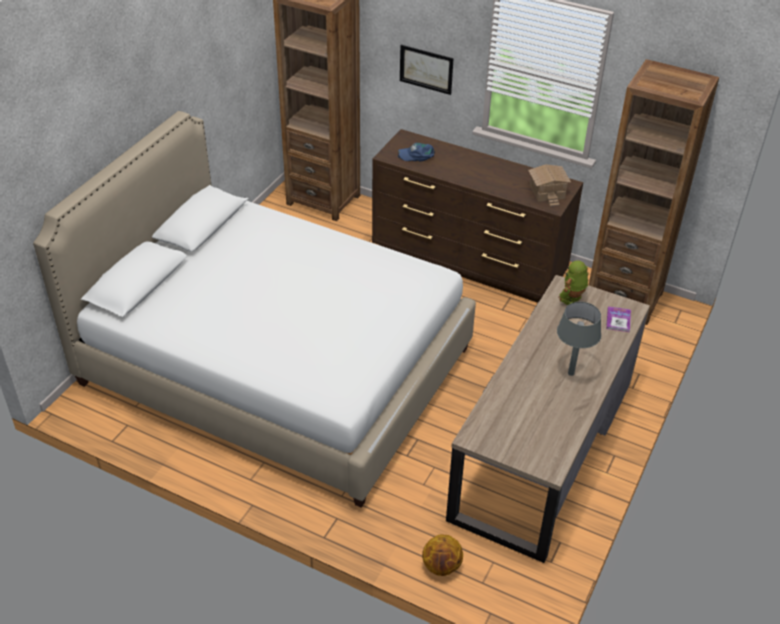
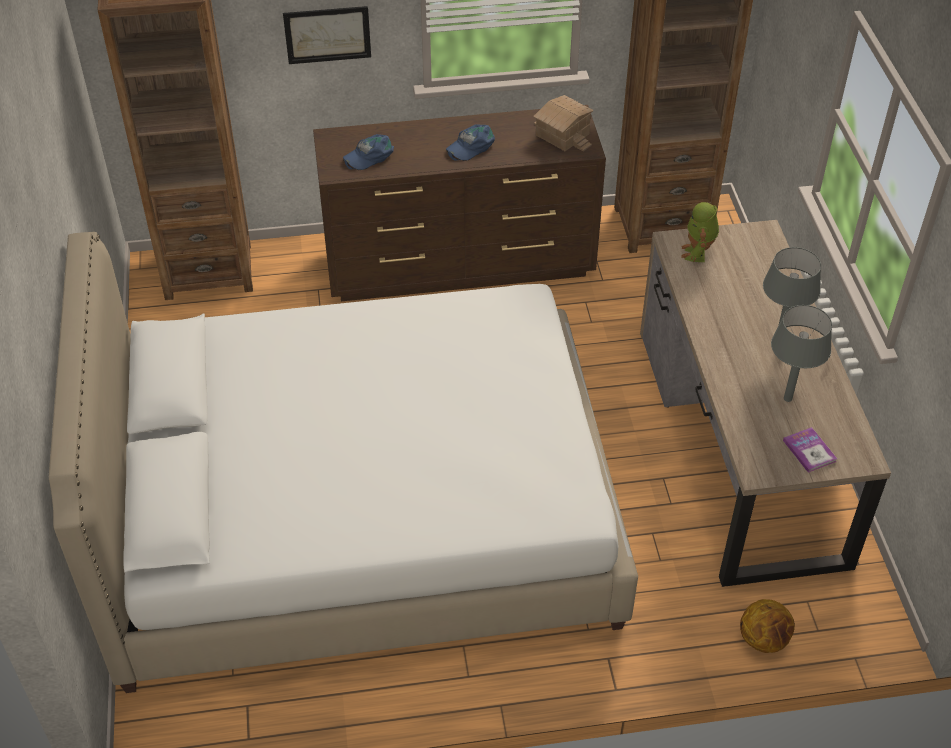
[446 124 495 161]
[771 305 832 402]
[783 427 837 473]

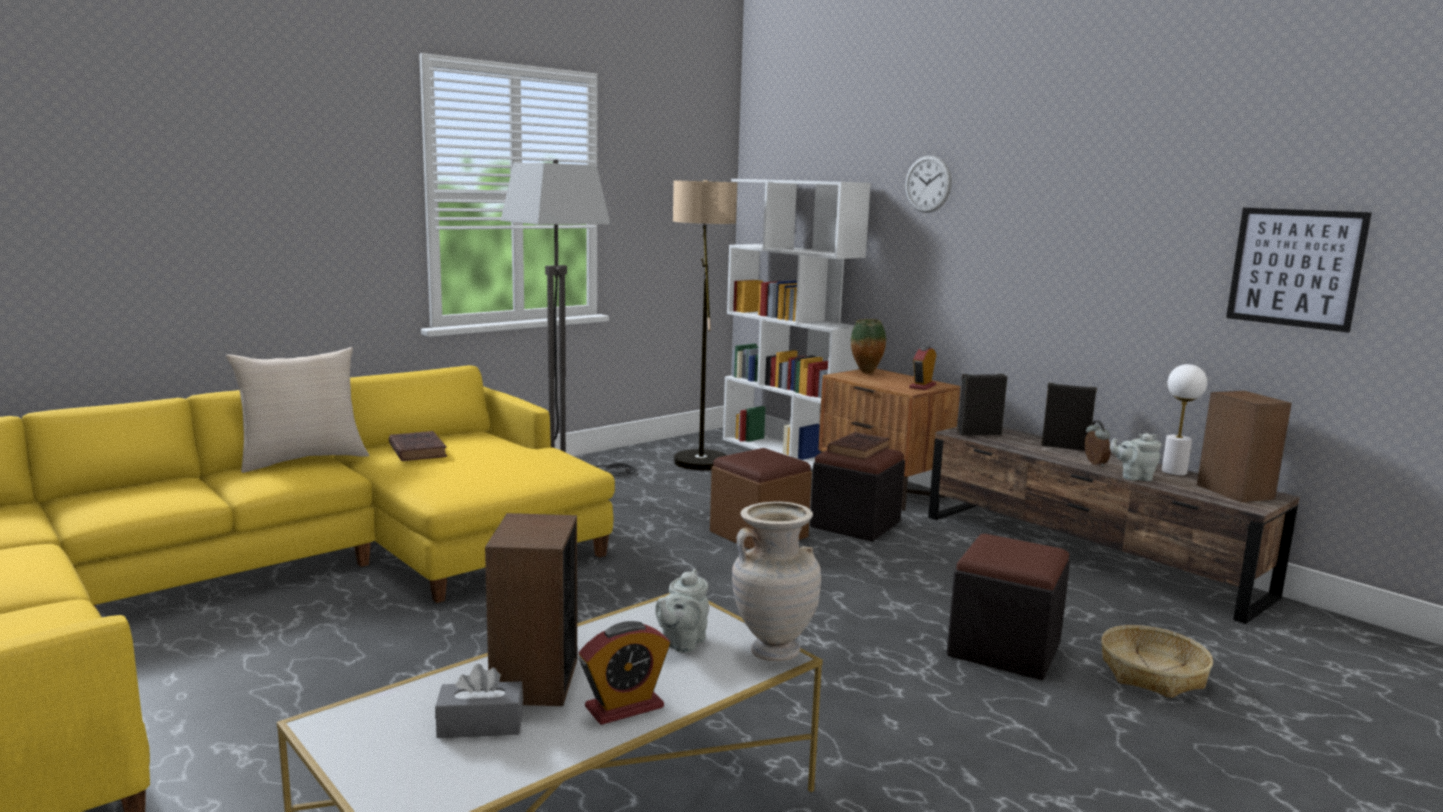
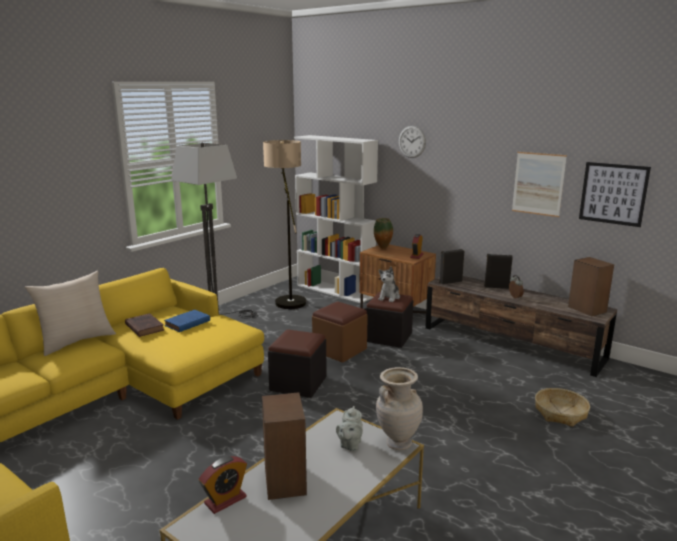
[164 310 210 332]
[199 456 247 514]
[268 330 327 398]
[379 267 400 302]
[512 152 567 217]
[435 664 523 738] (first image)
[1110 433 1162 481] (first image)
[1162 364 1207 476] (first image)

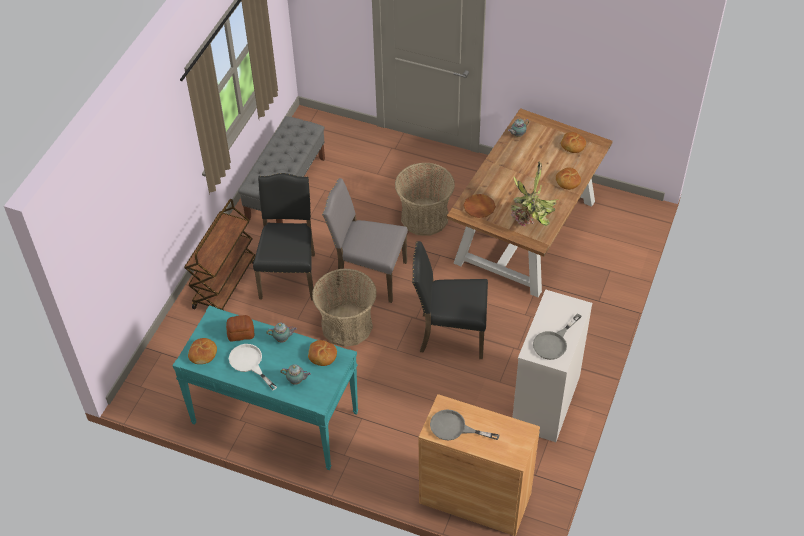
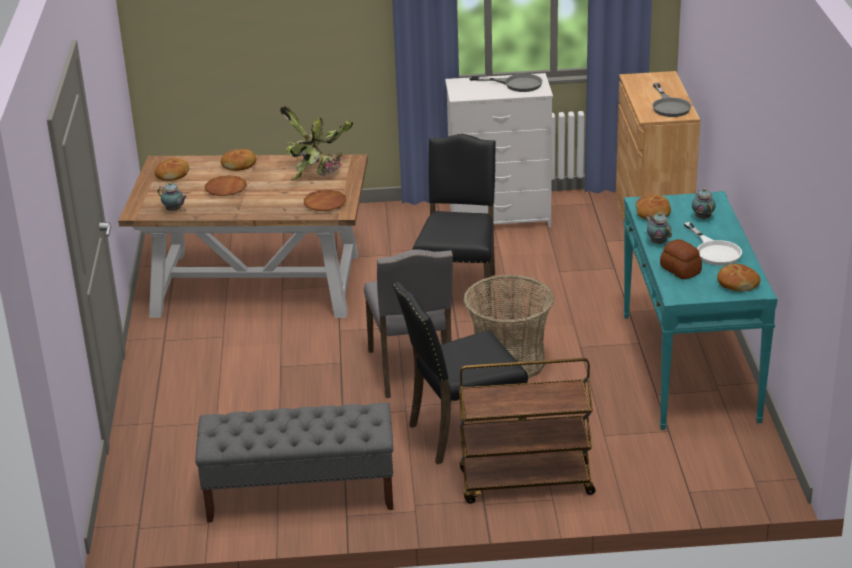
[205 175 247 196]
[412 134 496 316]
[684 222 742 266]
[395 163 455 236] (first image)

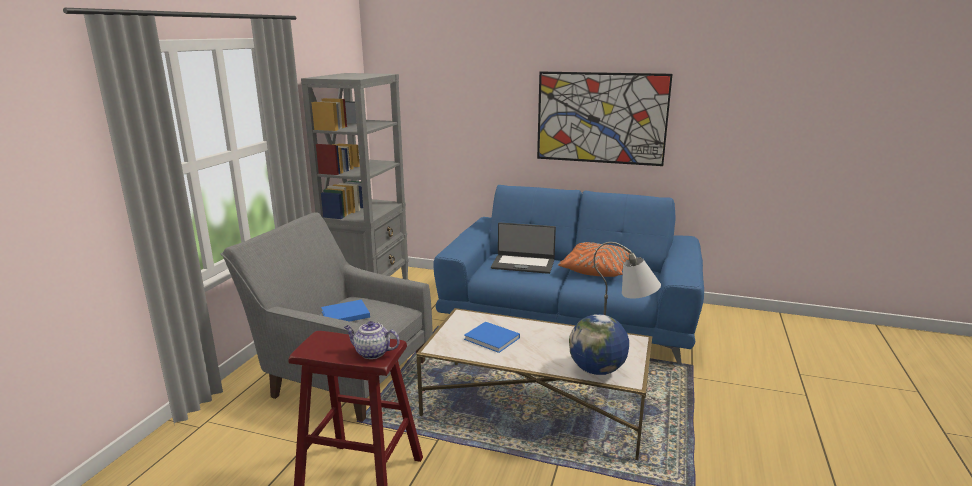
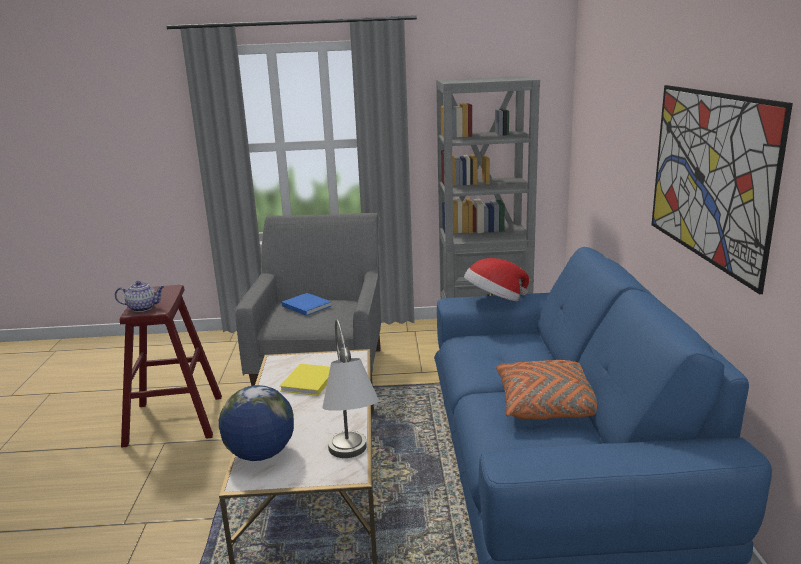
[115 281 164 312]
[279 364 330 396]
[464 258 529 301]
[491 222 556 274] (first image)

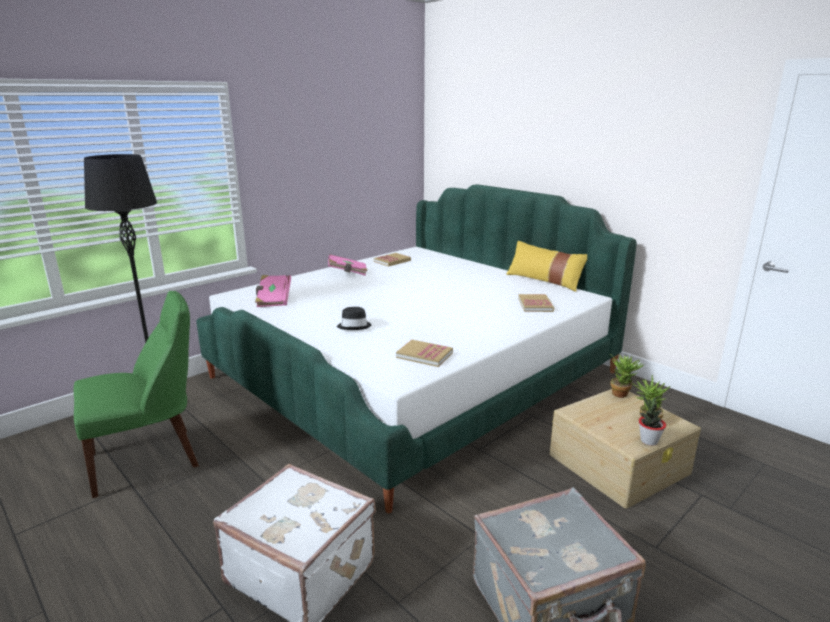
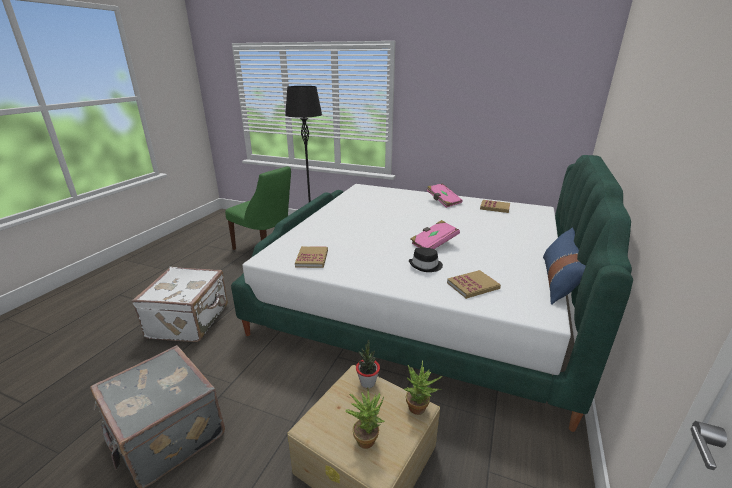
[356 339 380 388]
[409 248 443 272]
[410 220 460 249]
[543 227 586 305]

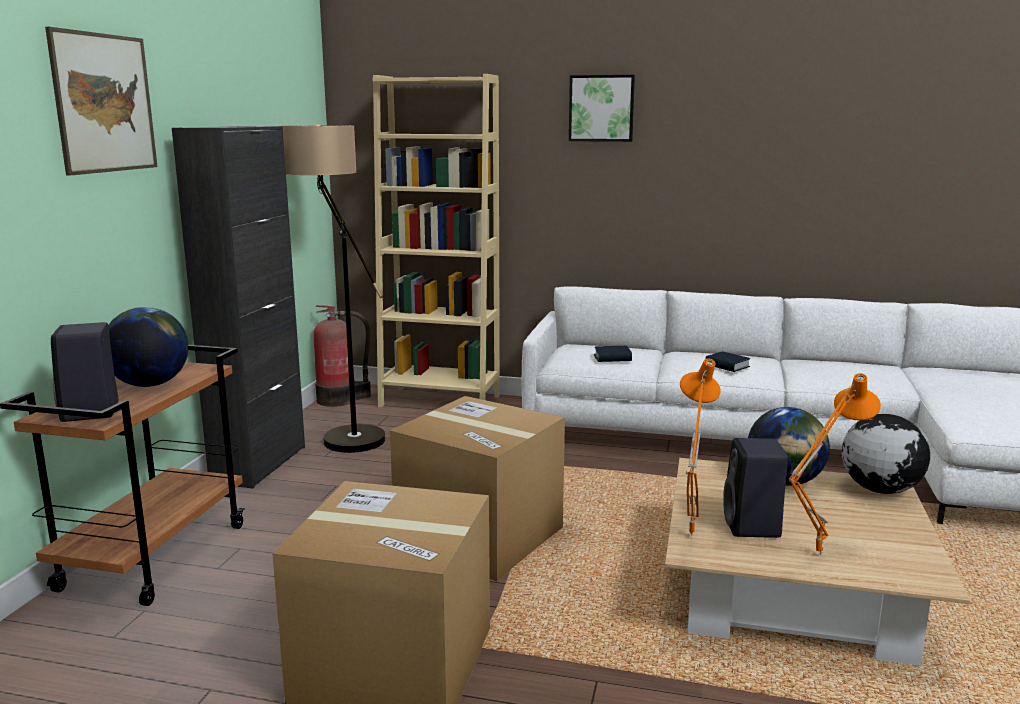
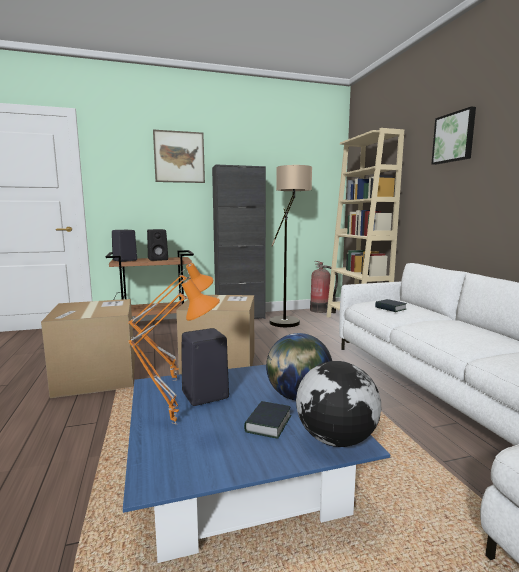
[123 365 390 563]
[147 229 168 261]
[244 401 291 439]

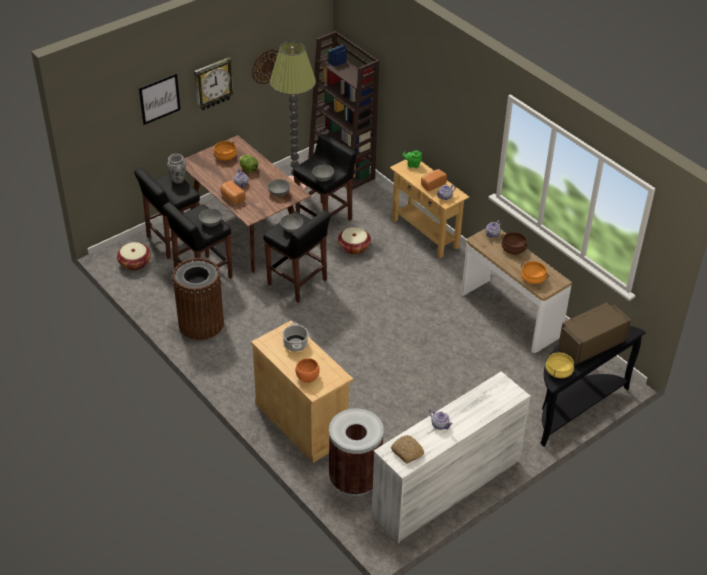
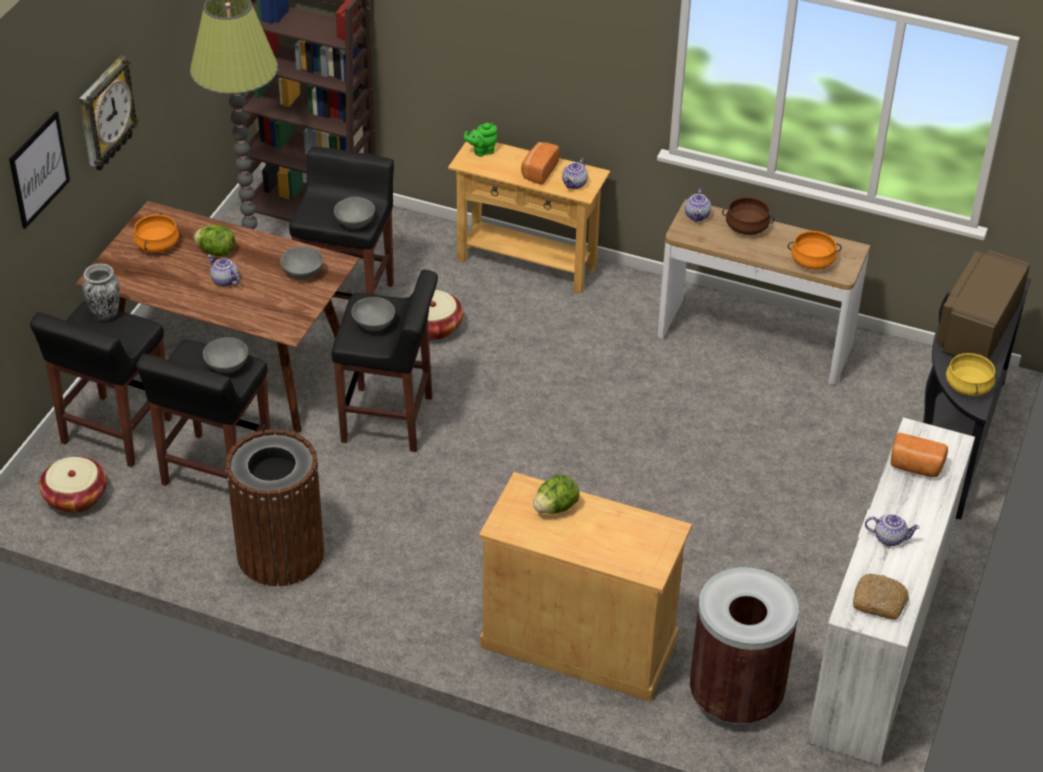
[533 475 580 514]
[891 433 948 477]
[252 49 279 84] (first image)
[295 358 320 383] (first image)

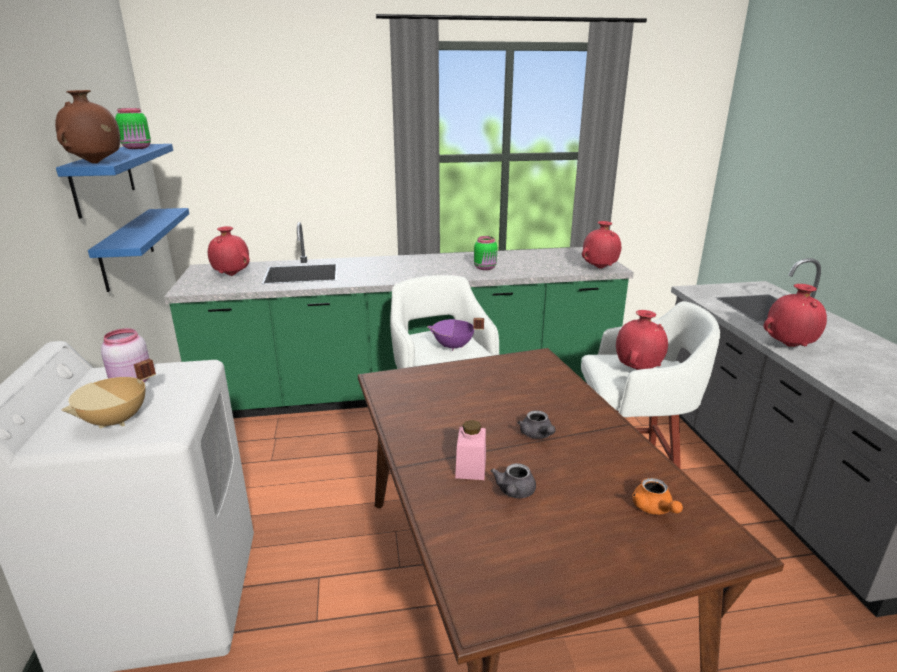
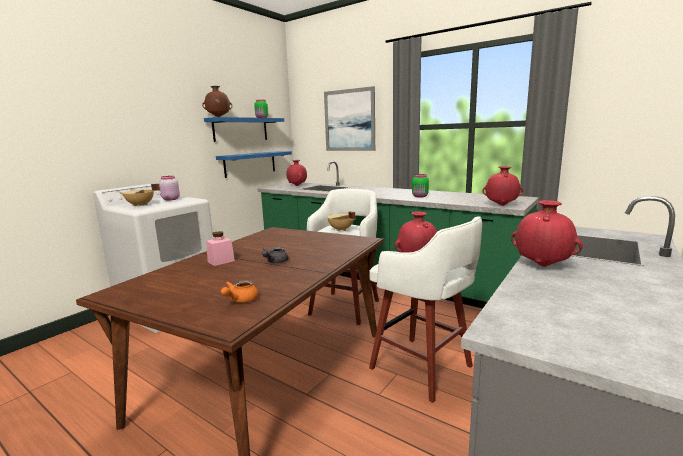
[324 86 375 151]
[327 211 355 231]
[491 463 536 498] (first image)

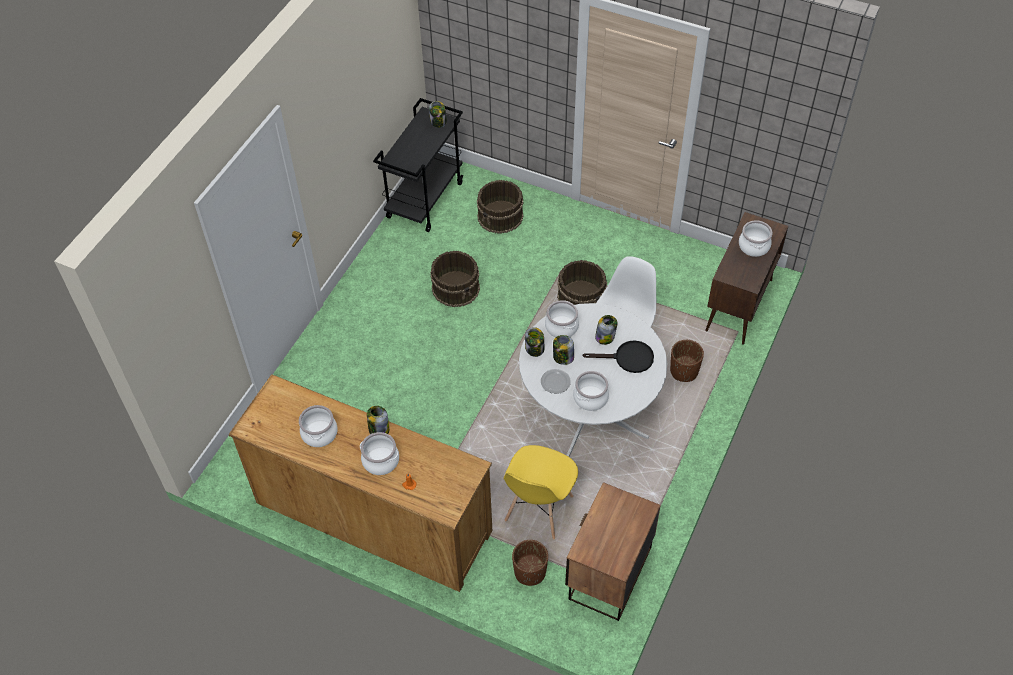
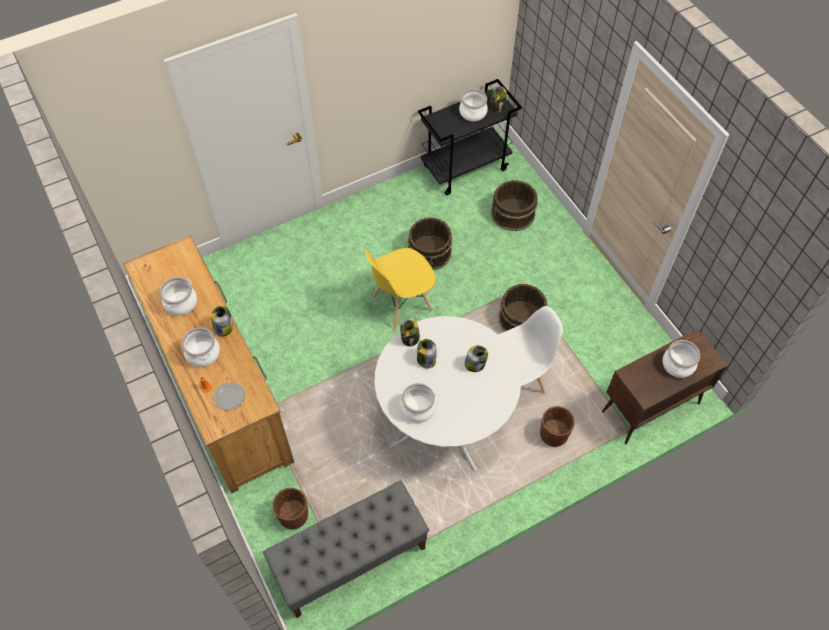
[214 382 245 410]
[263 480 429 618]
[365 248 435 331]
[459 89 488 121]
[583 340 654 373] (first image)

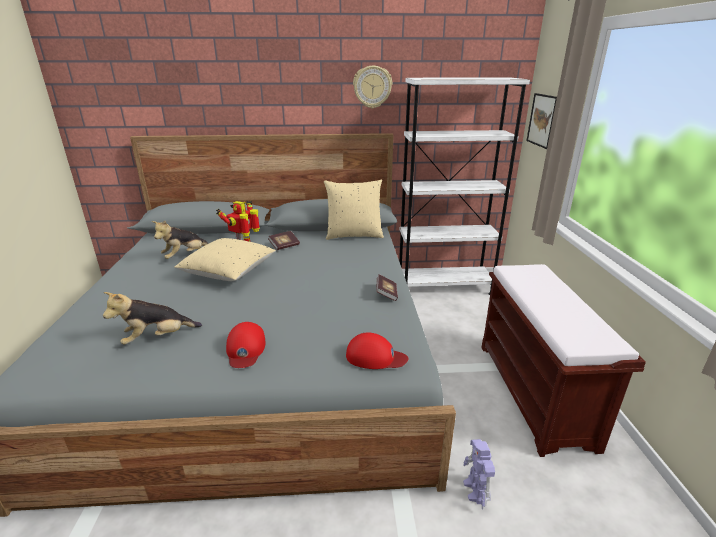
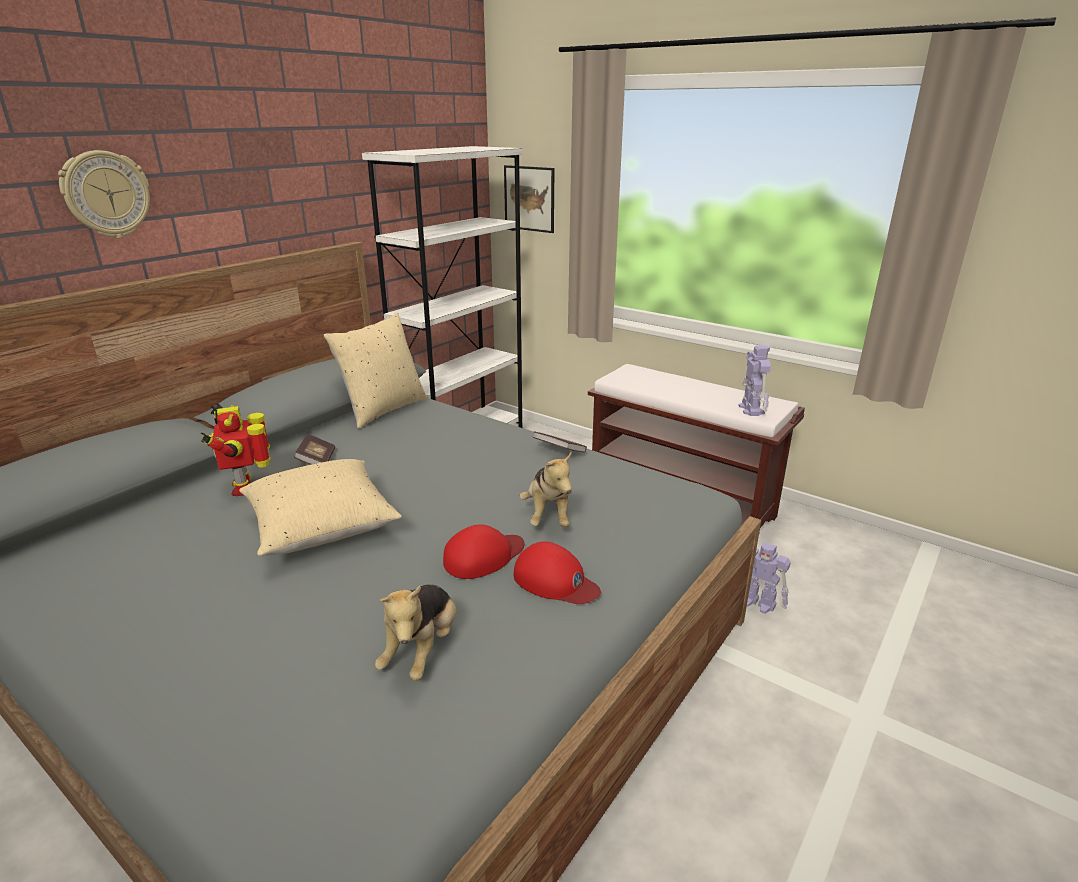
[58 150 150 238]
[443 524 524 579]
[520 451 572 527]
[739 345 771 416]

